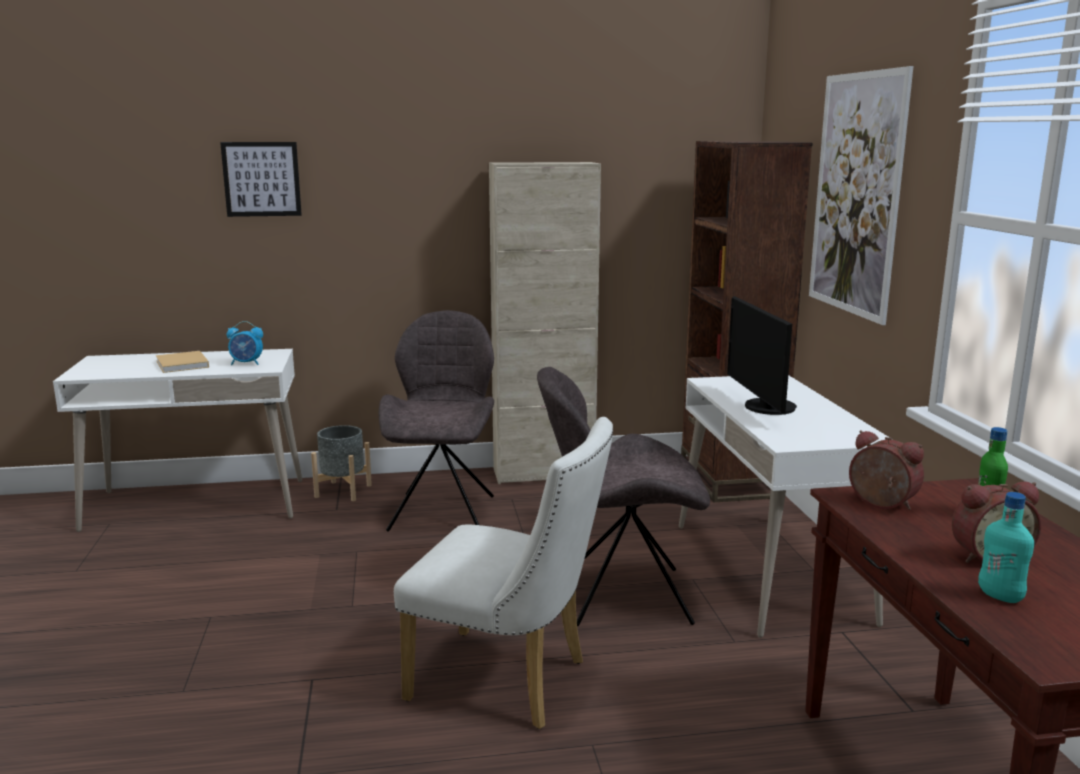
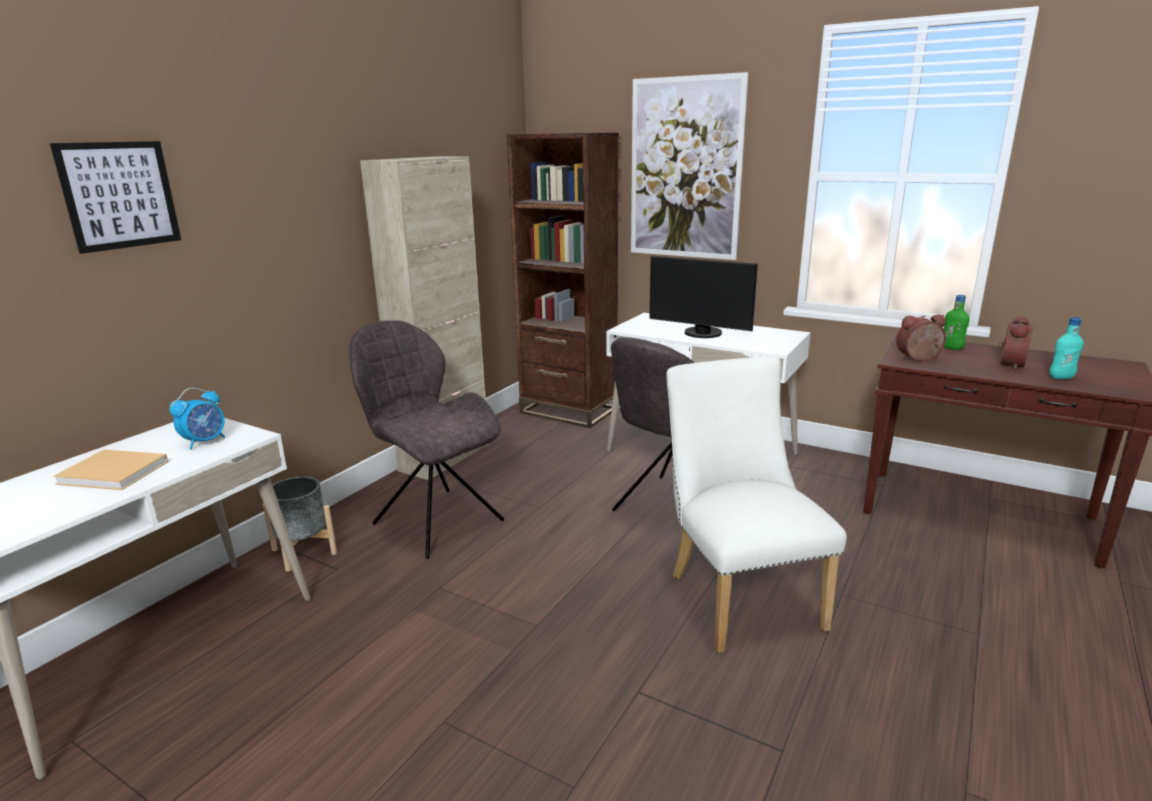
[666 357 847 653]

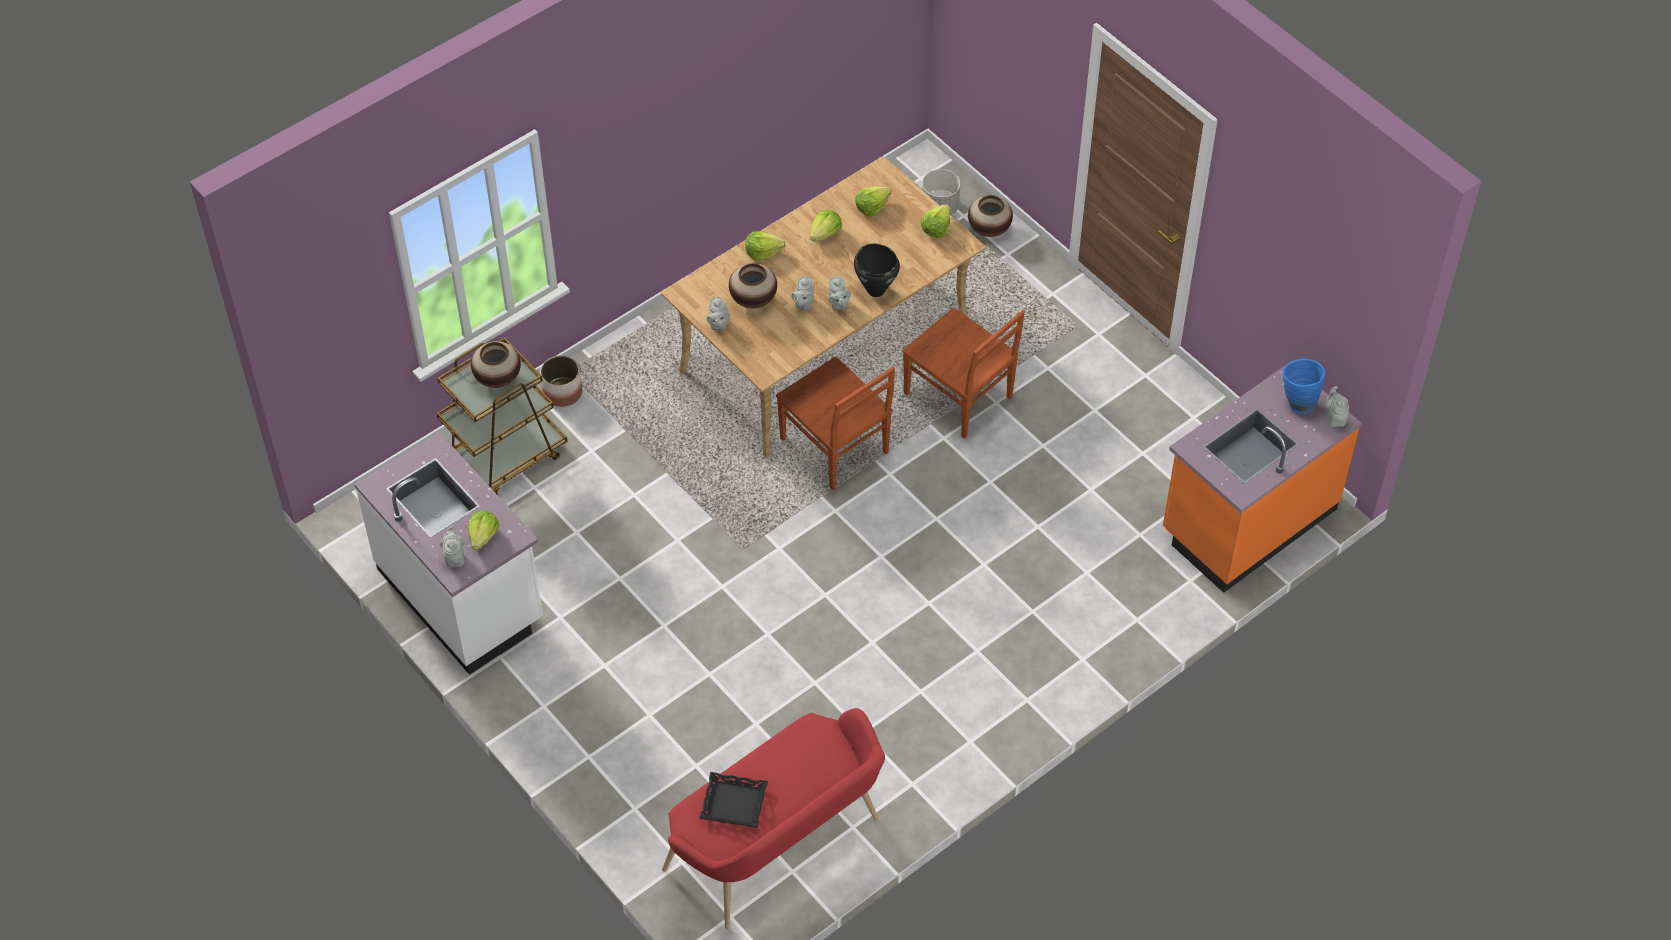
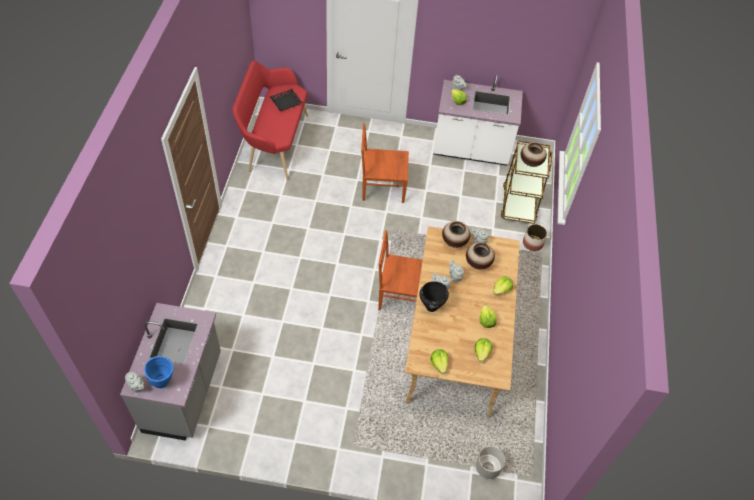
[120 303 221 441]
[361 123 409 203]
[442 221 470 248]

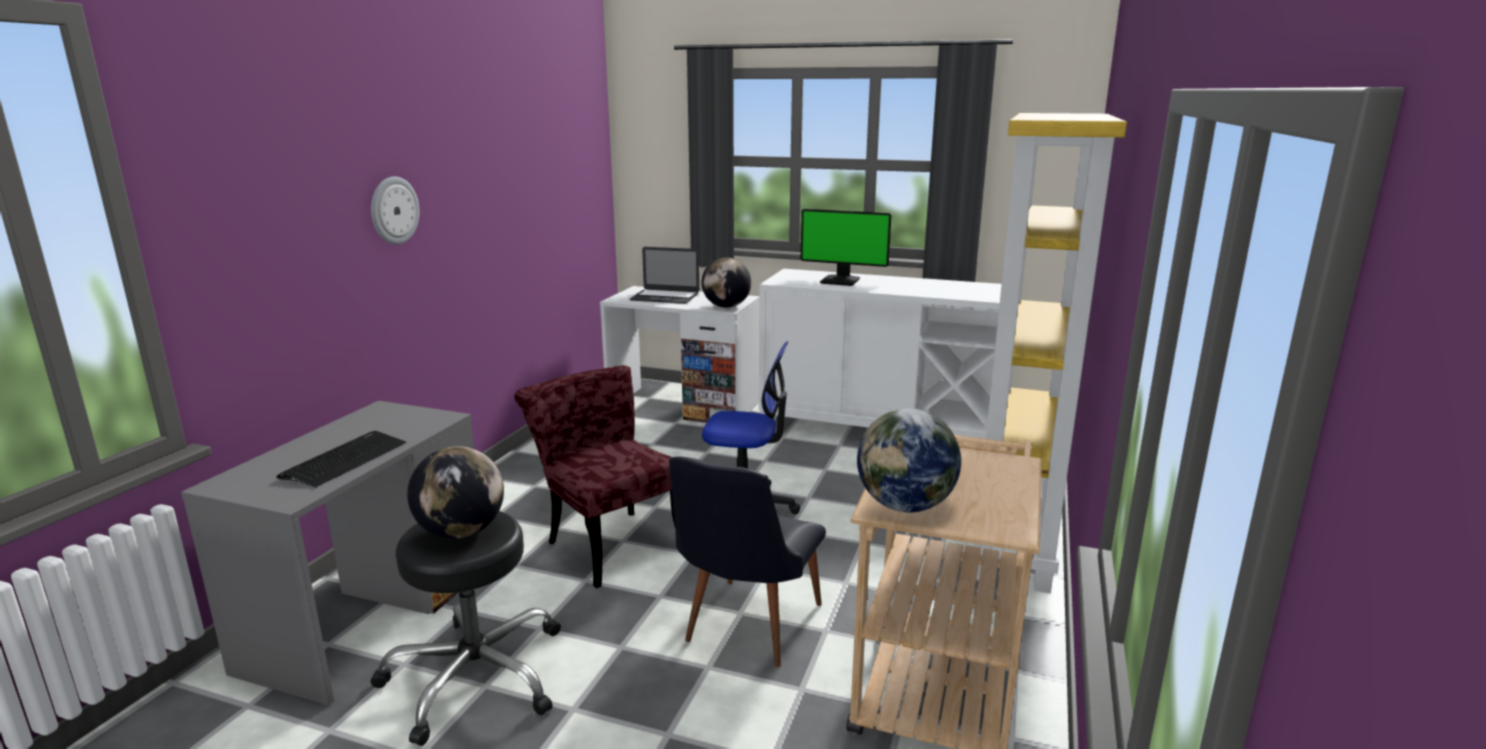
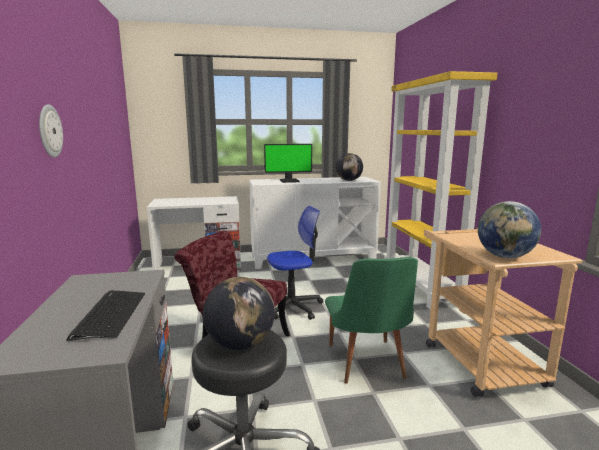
[325 257 418 384]
[336 153 363 181]
[630 247 699 304] (first image)

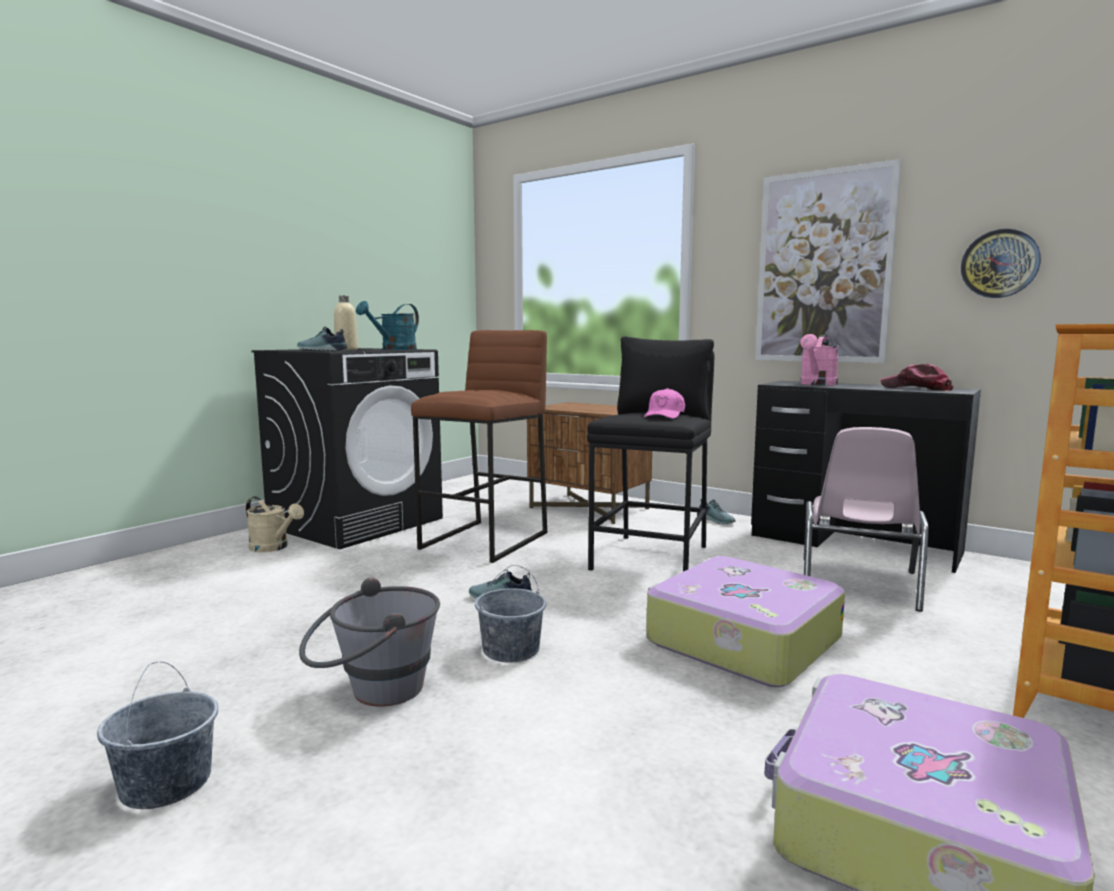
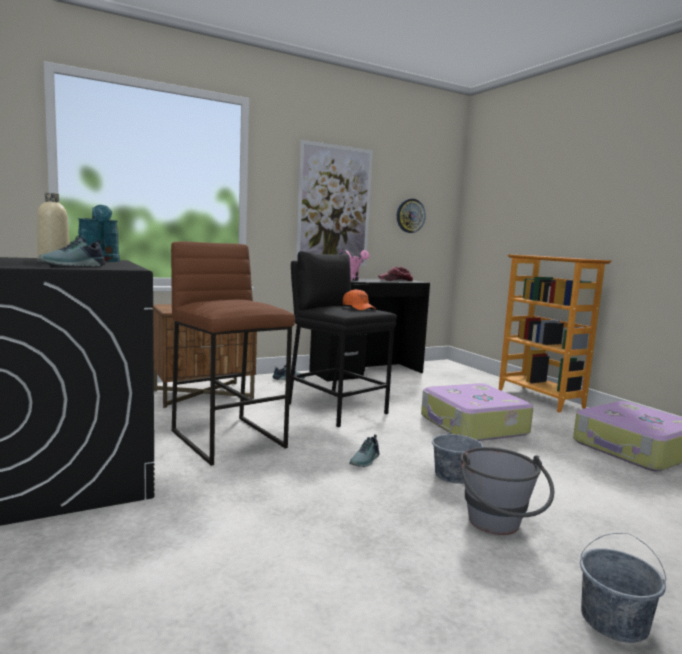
[343 289 376 310]
[246 496 304 552] (first image)
[804 427 929 612] (first image)

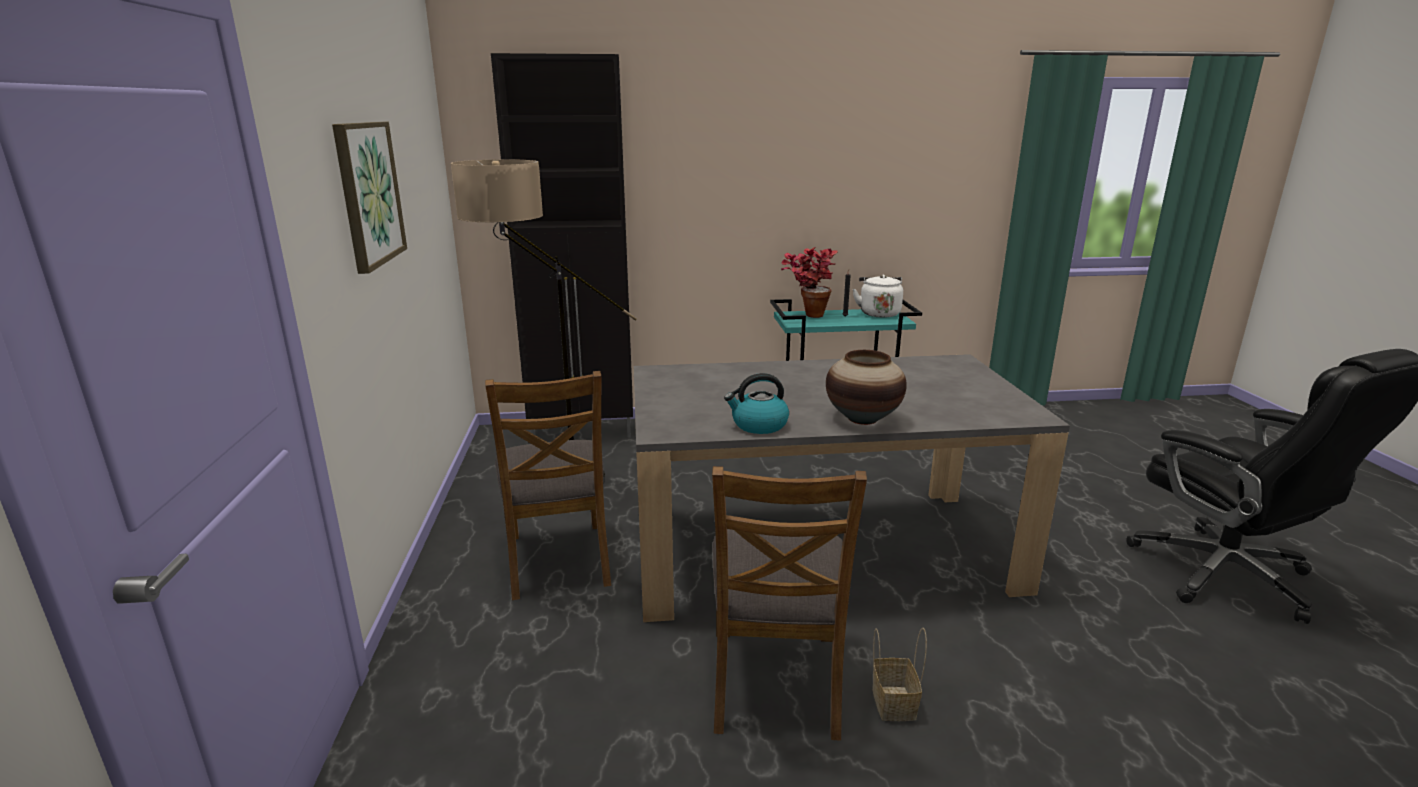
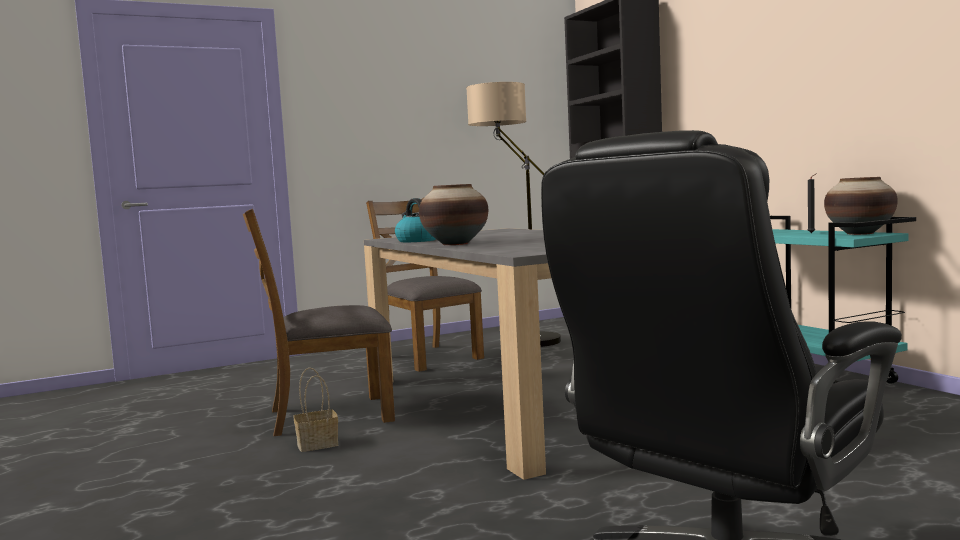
[366 198 484 372]
[824 177 898 235]
[332 122 407 274] (first image)
[781 247 838 318] (first image)

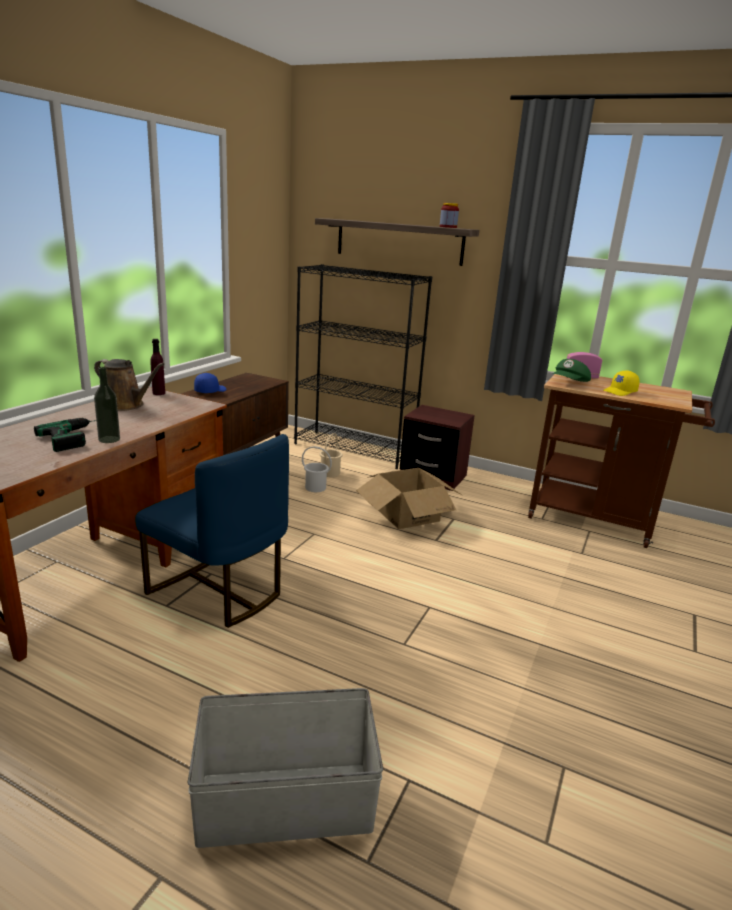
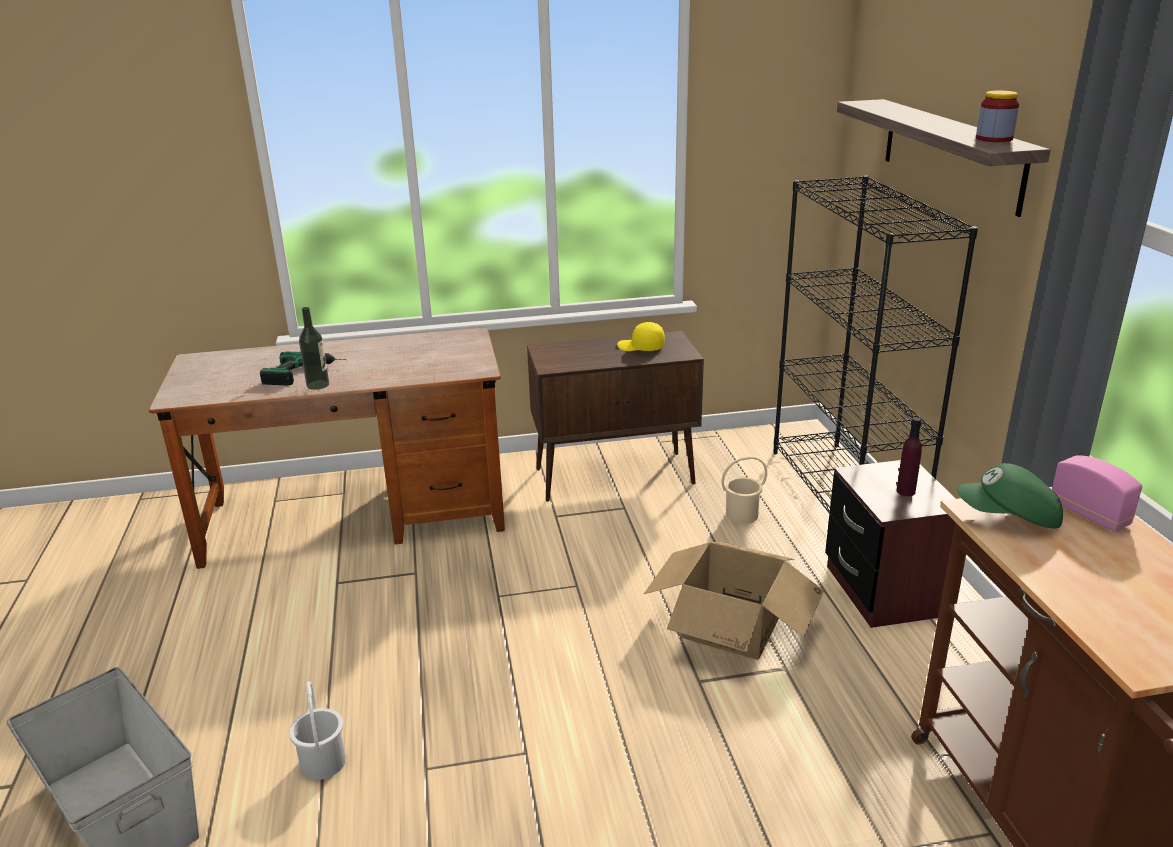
[289 681 346 780]
[617 322 665 351]
[897 417 922 496]
[94 359 164 411] (first image)
[135 434 289 628] (first image)
[194 373 226 393] (first image)

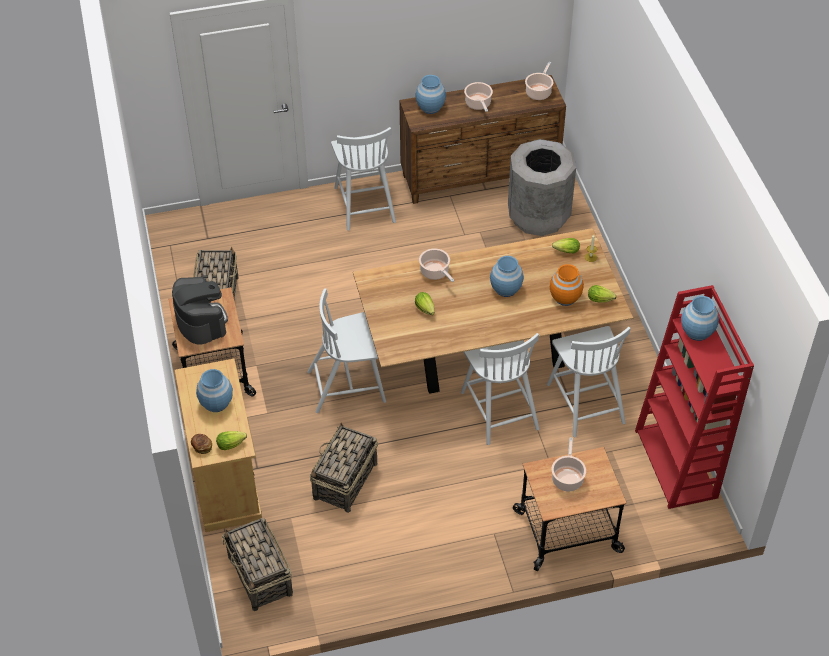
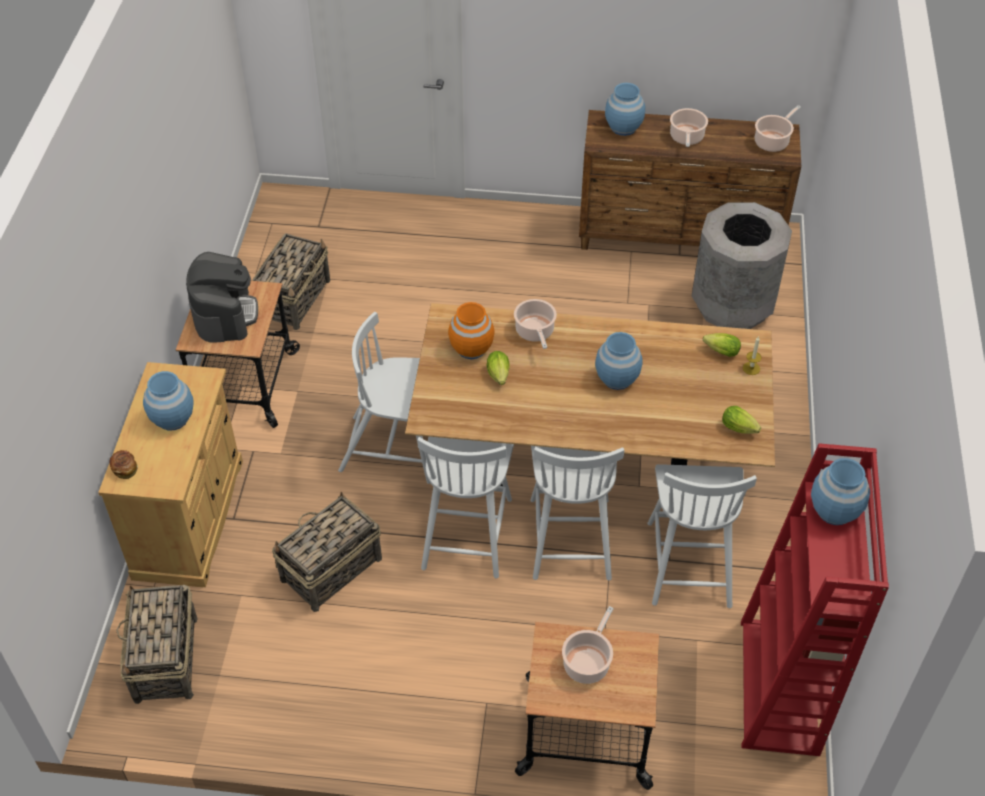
[417 436 514 578]
[448 302 495 359]
[216 431 247 450] (first image)

